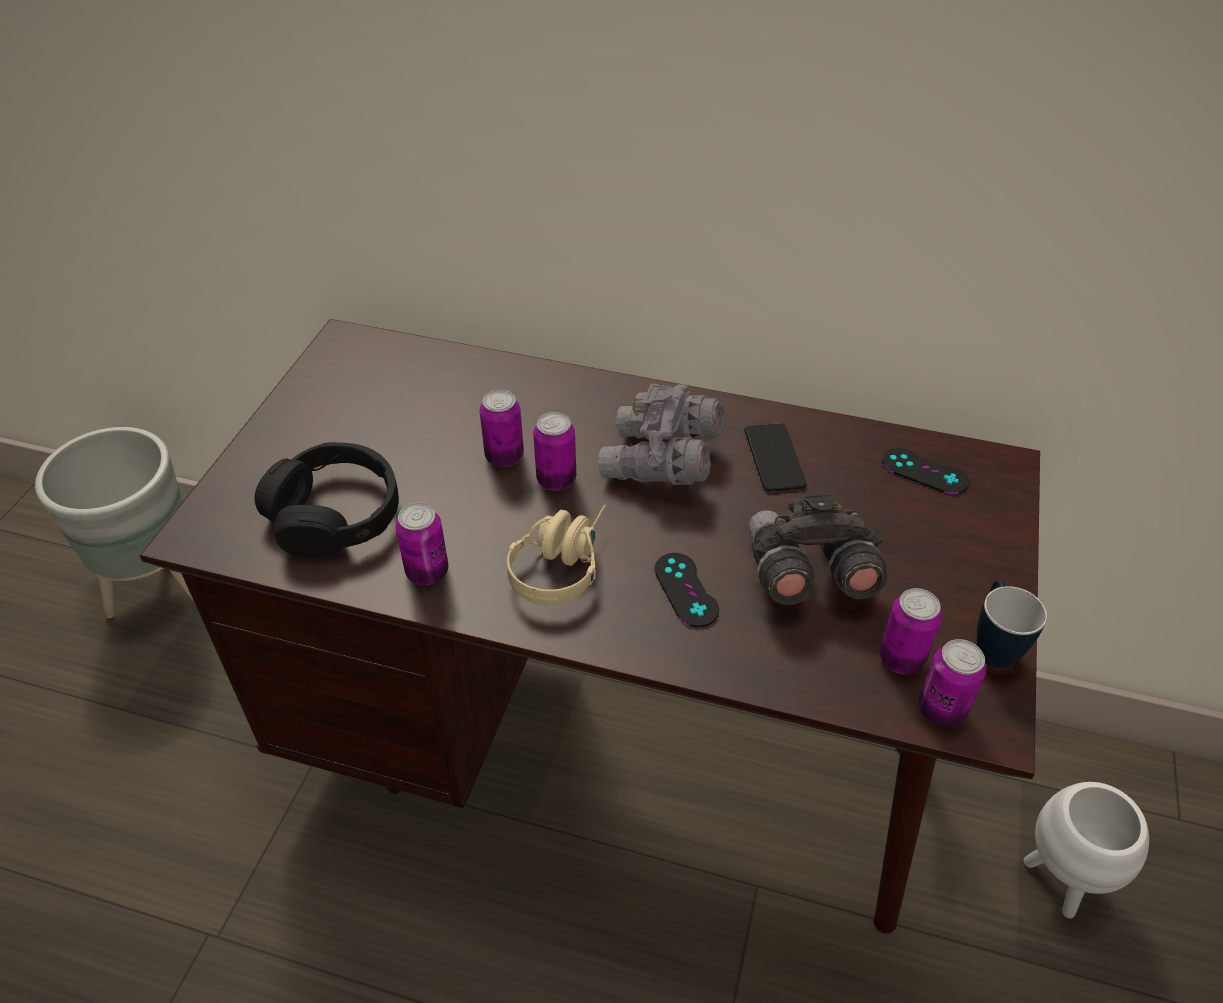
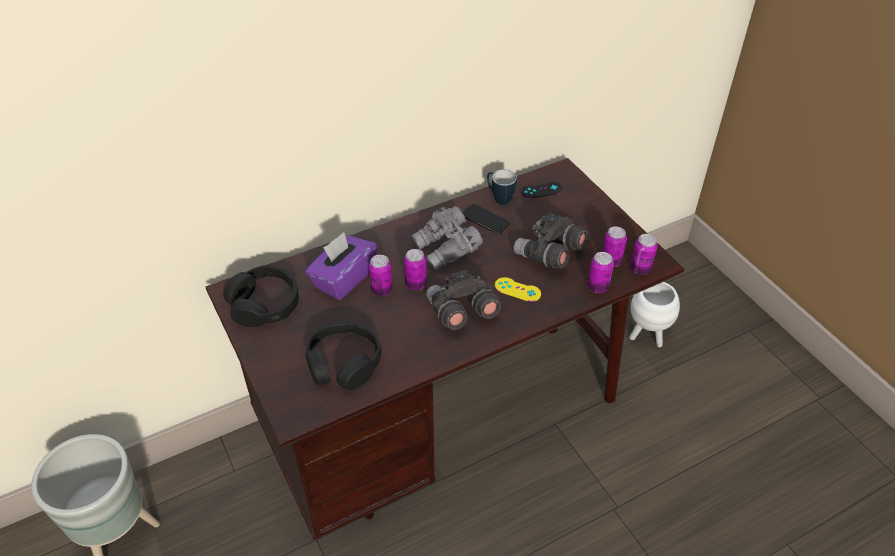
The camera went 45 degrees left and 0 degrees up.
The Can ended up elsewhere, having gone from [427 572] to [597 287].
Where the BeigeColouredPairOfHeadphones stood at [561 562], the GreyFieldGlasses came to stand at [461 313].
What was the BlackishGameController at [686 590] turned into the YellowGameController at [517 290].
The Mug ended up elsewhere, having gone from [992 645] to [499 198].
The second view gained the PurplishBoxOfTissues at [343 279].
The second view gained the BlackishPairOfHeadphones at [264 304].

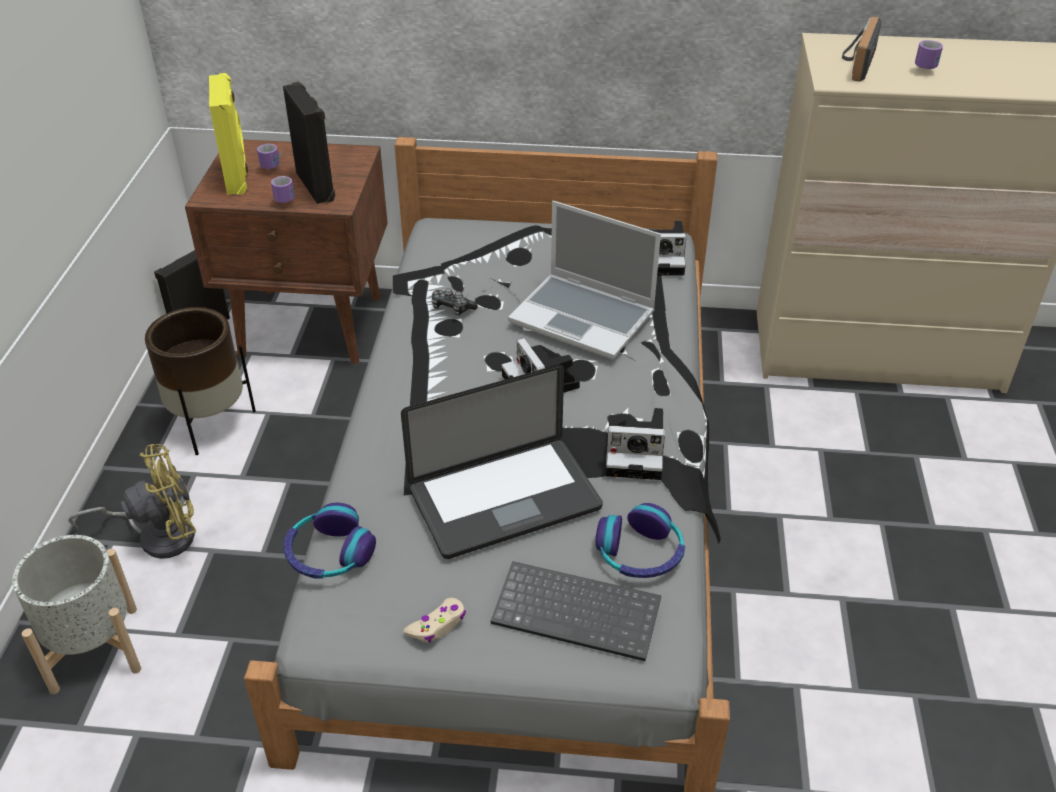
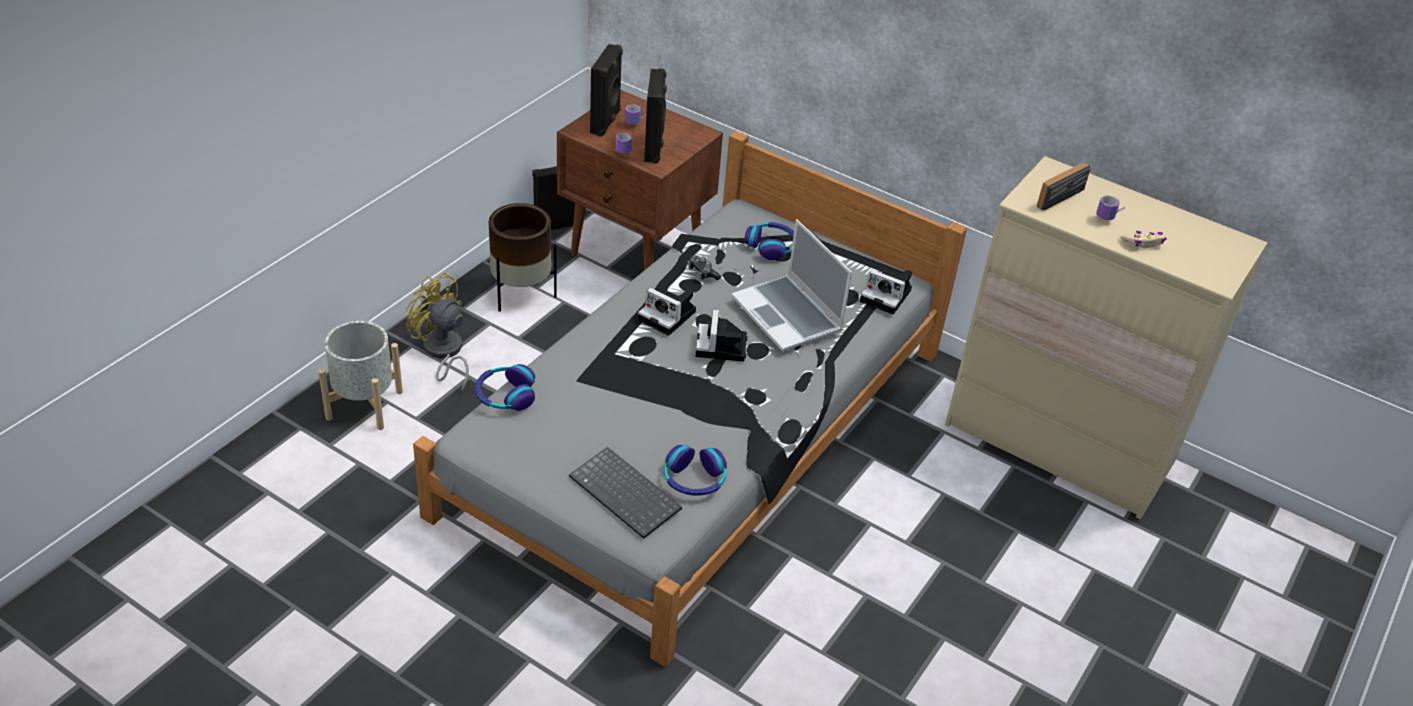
The camera went 25 degrees right and 0 degrees up.
What was the YellowLoudspeaker at [238 177] turned into the BlackishLoudspeaker at [606 122].
The second view lost the Laptop at [505 500].
The StillCamera ended up elsewhere, having gone from [637 453] to [669 316].
The YellowCoolingFan at [158 535] ended up facing another way, 150 degrees counterclockwise from before.
The BeigeColouredGameController ended up elsewhere, having gone from [437 625] to [1143 243].
The second view gained the PairOfHeadphones at [771 246].

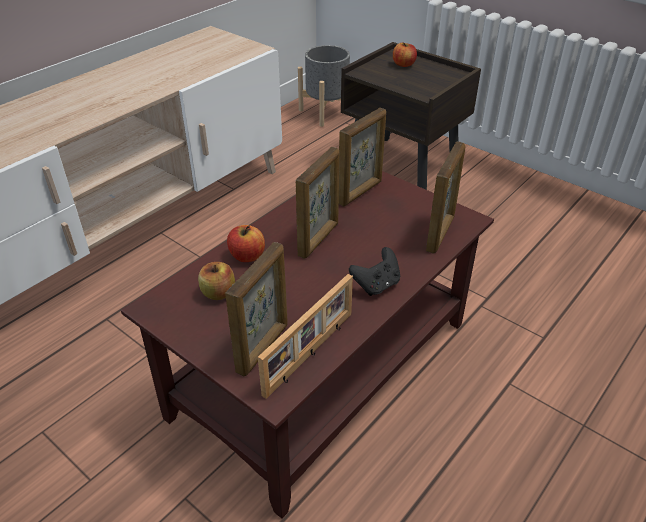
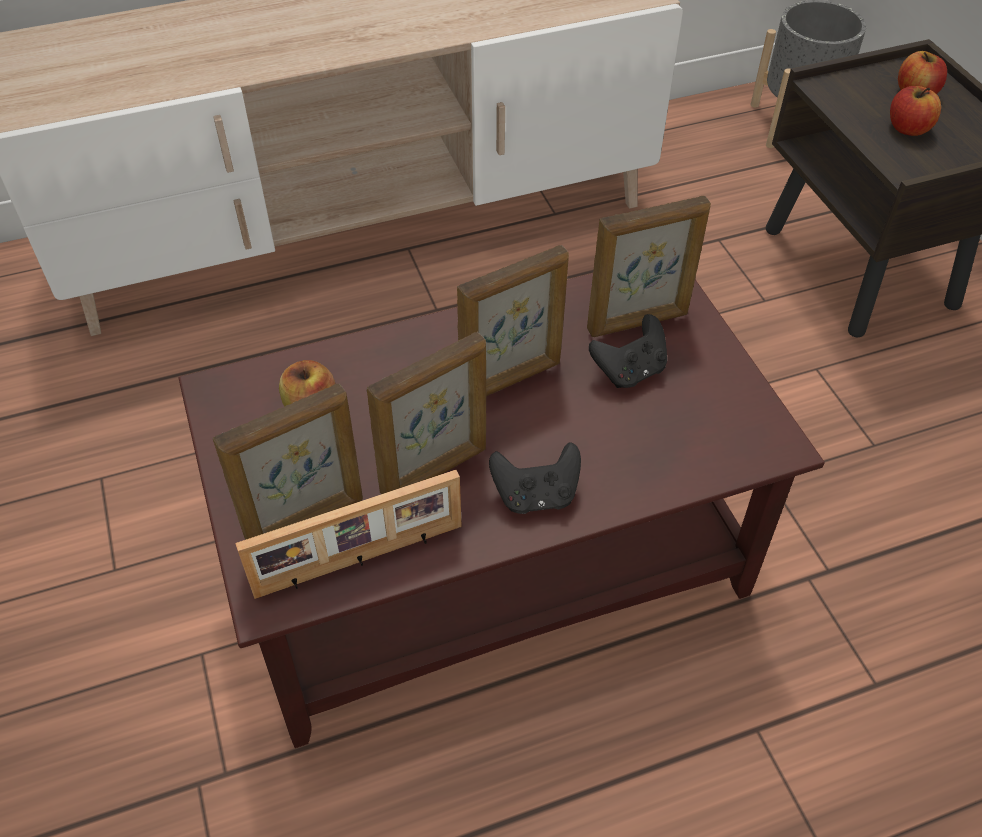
The camera went 30 degrees right and 10 degrees up.
The PictureFrame ended up elsewhere, having gone from [440 234] to [435 471].
The WholeApple ended up elsewhere, having gone from [247 256] to [908 128].
The second view gained the BlackishGameController at [629 371].

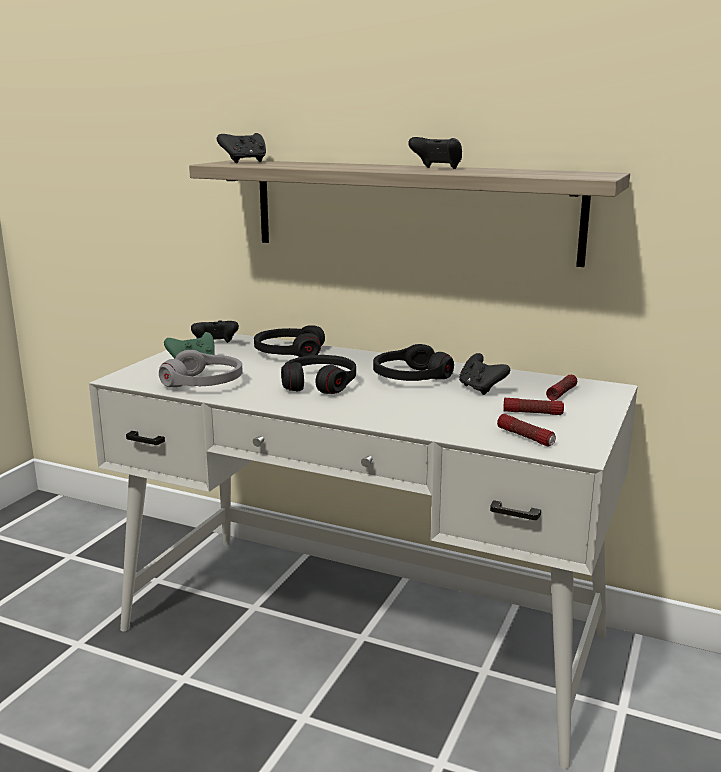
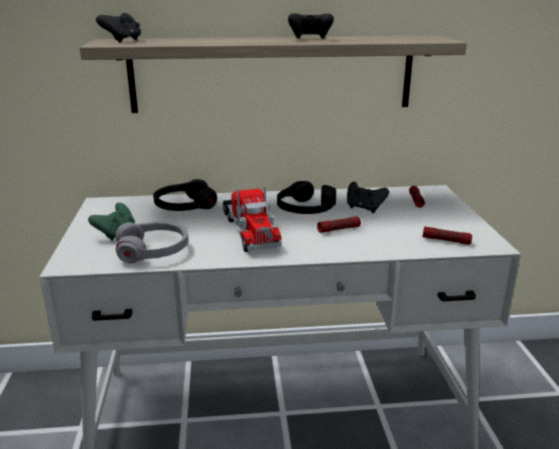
The camera went 30 degrees left and 5 degrees up.
The second view lost the BlackishGameController at [215 345].
Where the BlackishPairOfHeadphones stood at [319 384], the ModelTruck came to stand at [249 230].
The Torch ended up elsewhere, having gone from [532 413] to [339 229].

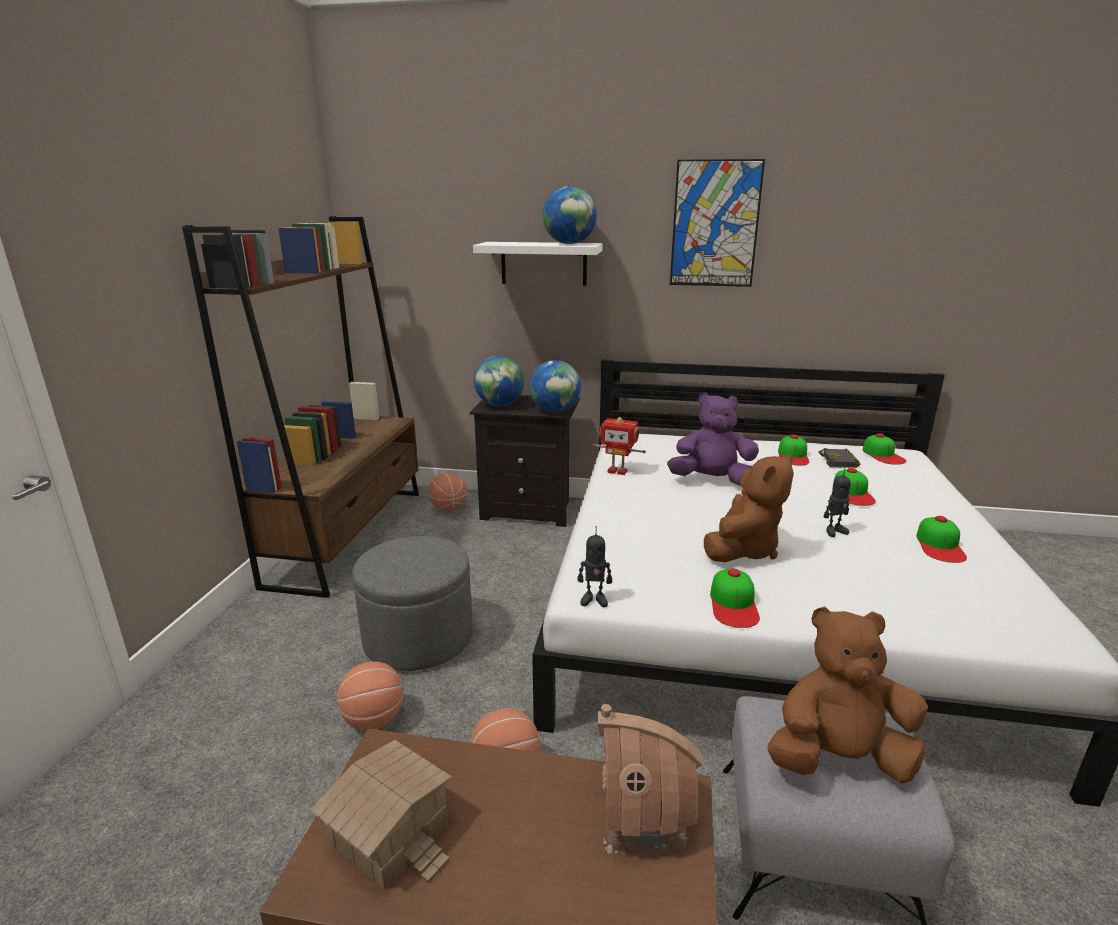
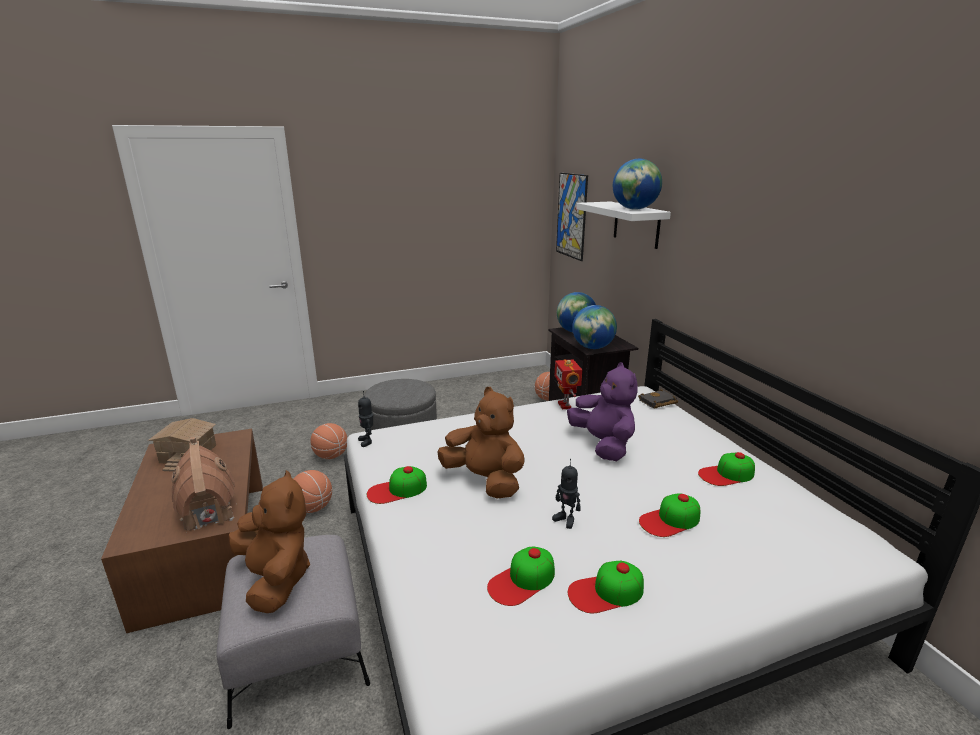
The camera went 60 degrees right and 0 degrees up.
The WallPicture ended up elsewhere, having gone from [715 224] to [571 216].
The second view lost the BrownishShelvingUnit at [349 535].
The Cap ended up elsewhere, having gone from [883 455] to [522 581].
The BlackishVolume ended up elsewhere, having gone from [840 462] to [657 402].
The BrownishPlushToy at [743 549] ended up facing another way, 150 degrees counterclockwise from before.

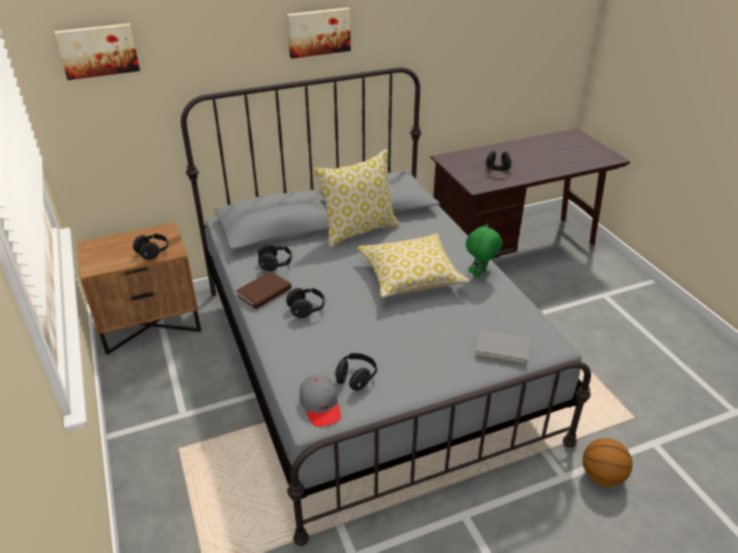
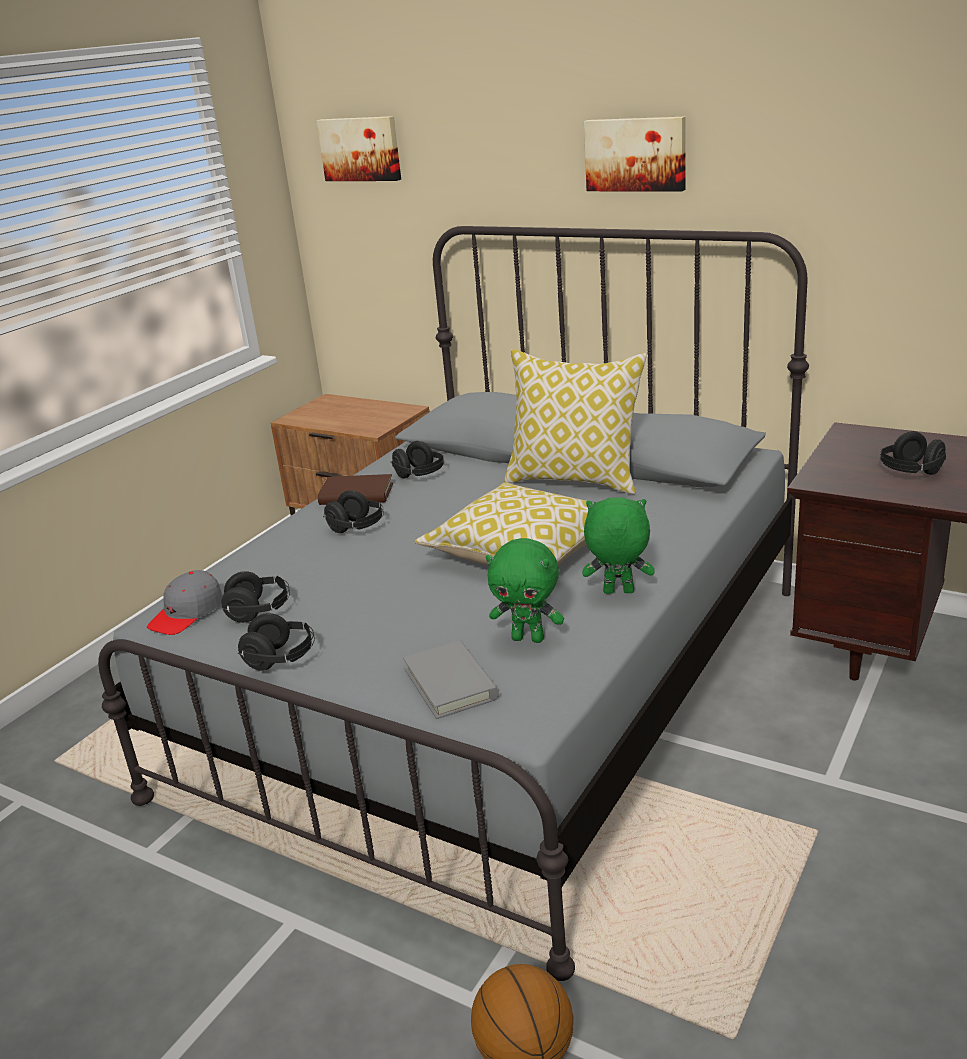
The camera went 55 degrees right and 10 degrees down.
The BlackishPairOfHeadphones ended up elsewhere, having gone from [153 252] to [281 659].
The second view gained the GreenColouredPlushToy at [528 638].

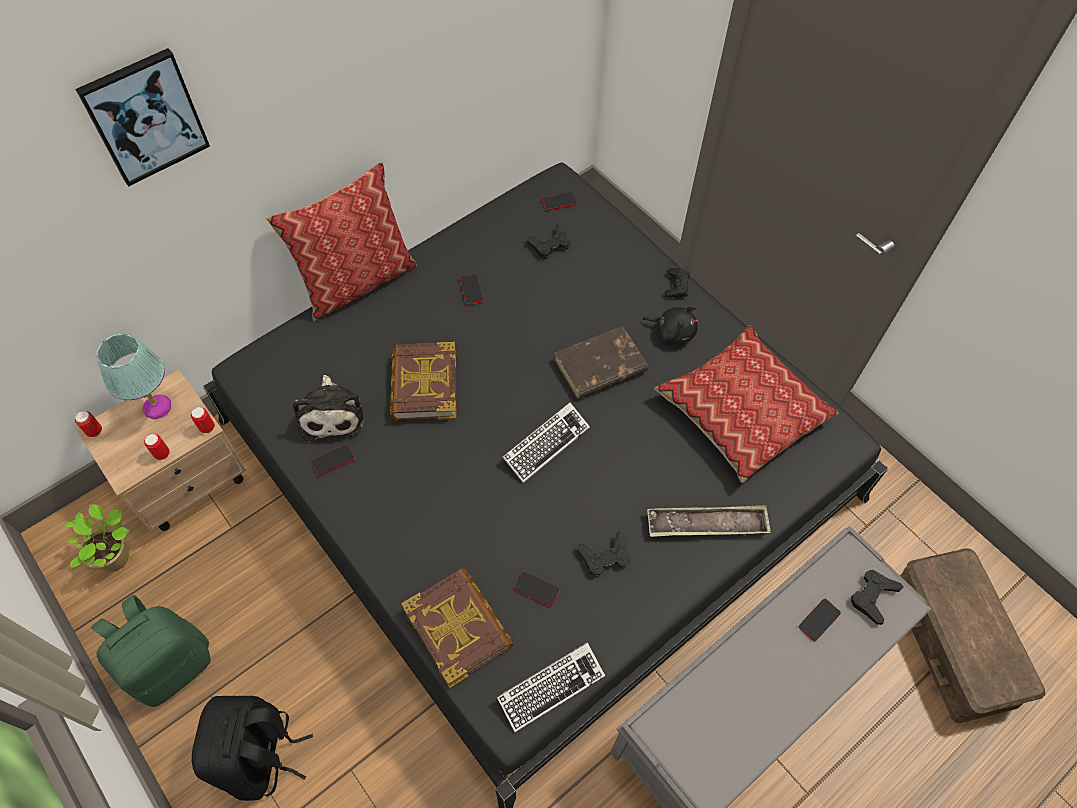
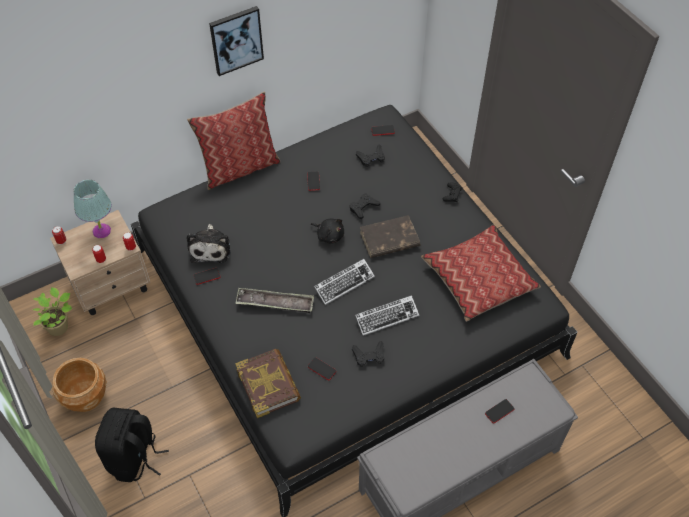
The camera went 10 degrees right and 5 degrees down.
The WallPicture ended up elsewhere, having gone from [145 117] to [236 40].
The BlackishPlushToy ended up elsewhere, having gone from [672 332] to [329 235].
The second view lost the Volume at [424 386].
The CarryingTray ended up elsewhere, having gone from [707 525] to [275 303].
The second view lost the BrownishStorageBox at [952 640].
The BlackishGameController ended up elsewhere, having gone from [873 597] to [363 207].
Where the GreenColouredBackpack stood at [171 664], the BrownishFlowerPot came to stand at [85 396].
The PcKeyboard ended up elsewhere, having gone from [550 687] to [386 317].

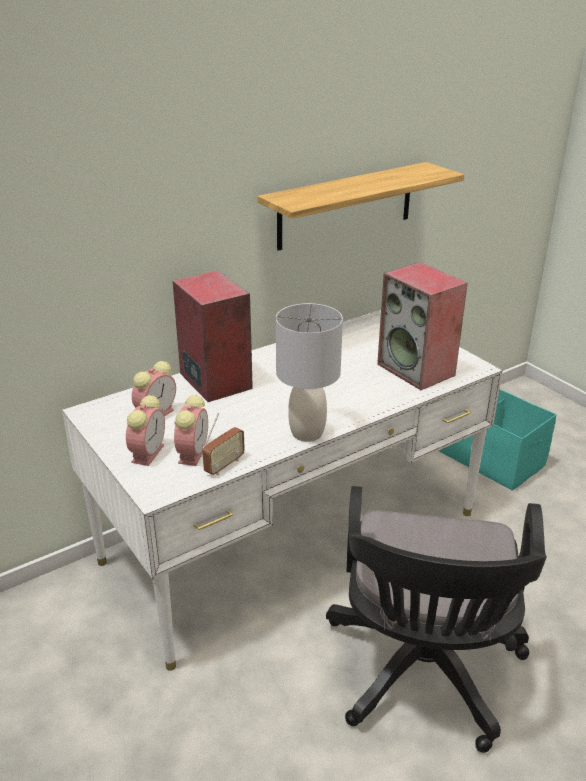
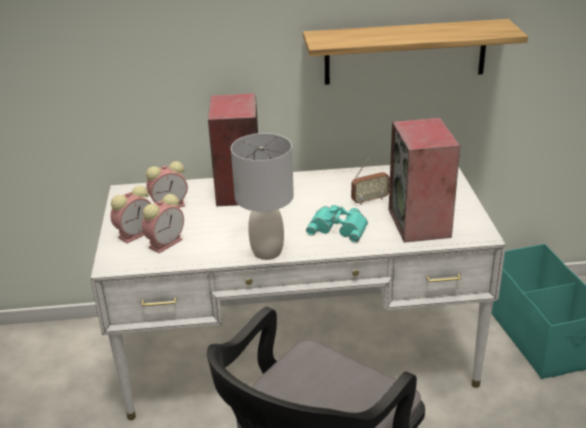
The camera went 30 degrees right and 0 degrees up.
The RadioSet ended up elsewhere, having gone from [224 465] to [369 200].
The second view gained the BlueGreenFieldGlasses at [339 227].

